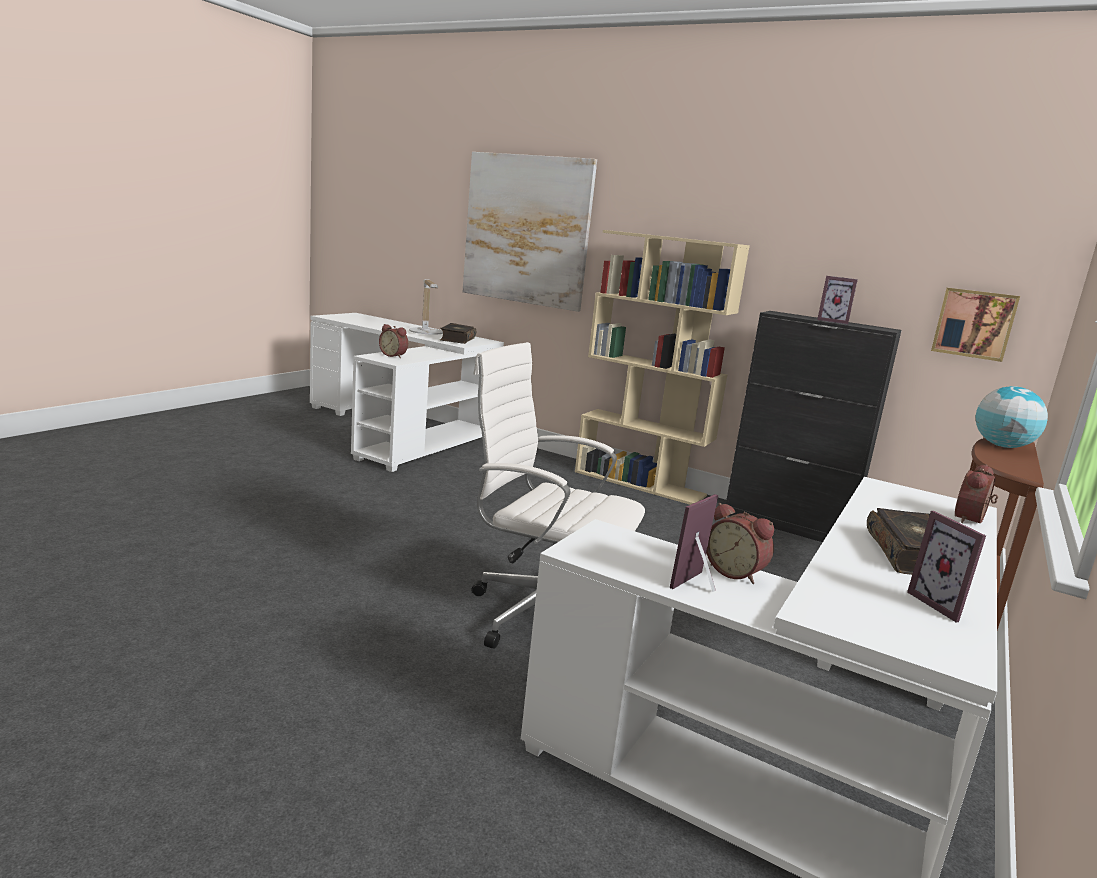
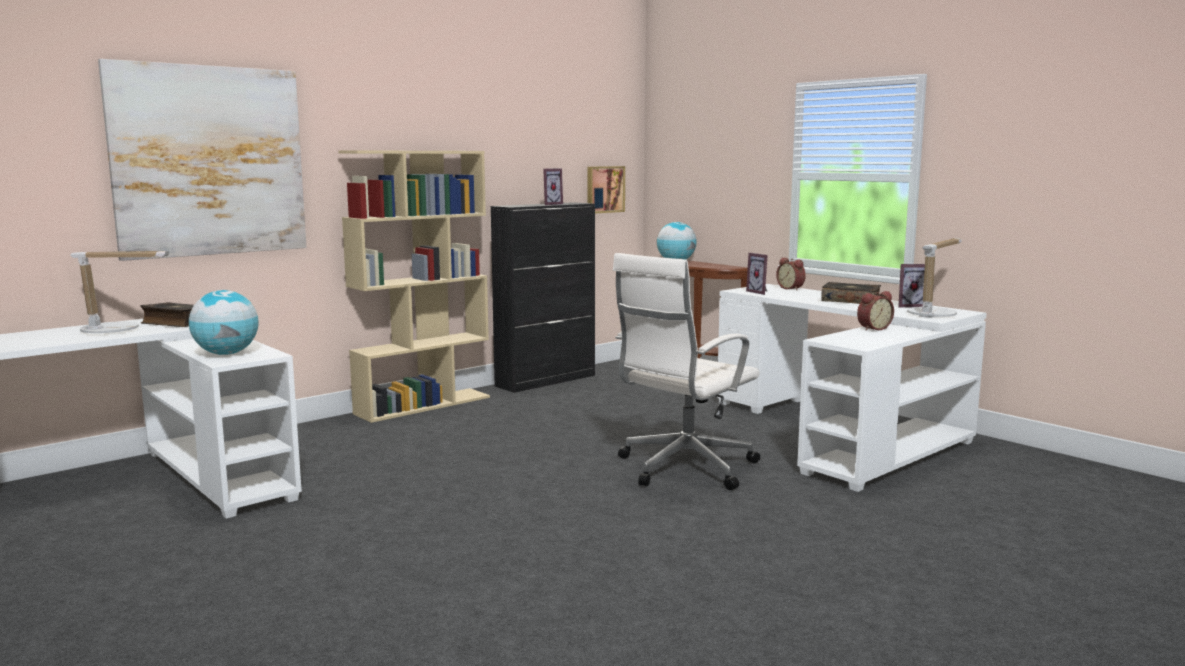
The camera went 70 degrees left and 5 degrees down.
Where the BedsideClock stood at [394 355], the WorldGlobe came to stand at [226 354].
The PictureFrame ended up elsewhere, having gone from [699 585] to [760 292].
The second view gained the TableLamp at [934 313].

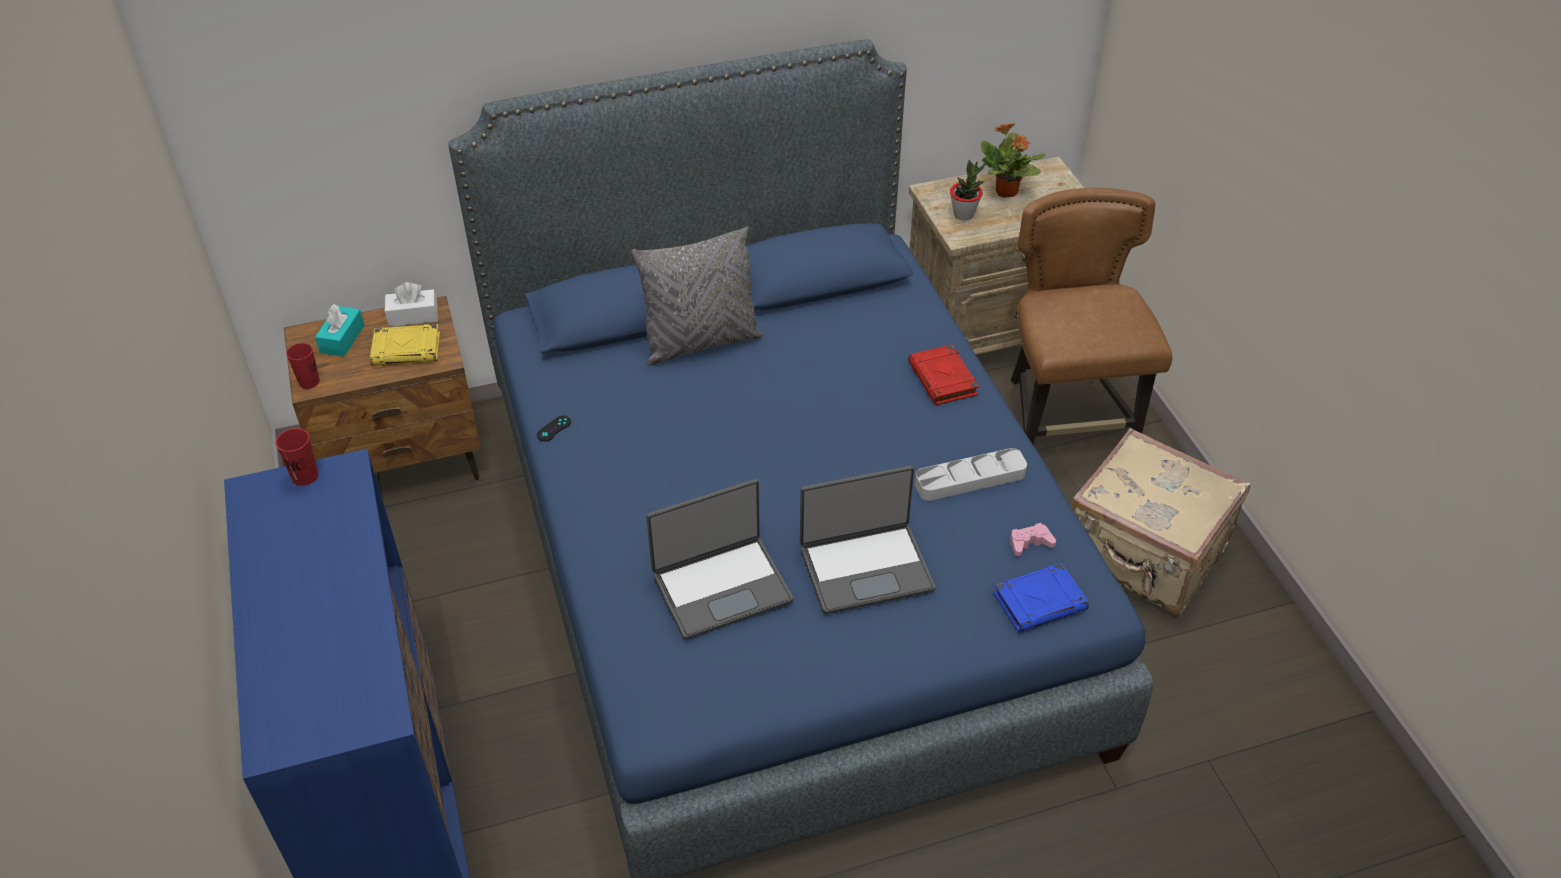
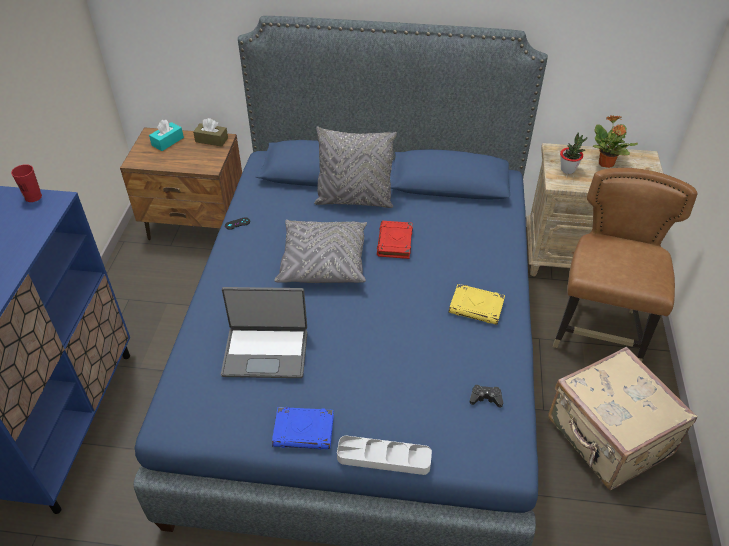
The camera went 25 degrees right and 0 degrees up.
What was the WhitishBoxOfTissues at [413 316] turned into the BrownishBoxOfTissues at [211 140].
The YellowVolume ended up elsewhere, having gone from [407 349] to [477 307].
The second view lost the ReddishCup at [309 382].
The ReddishVolume ended up elsewhere, having gone from [943 379] to [395 243].
The GreyCarryingTray ended up elsewhere, having gone from [970 479] to [384 458].
The second view lost the Laptop at [865 567].
What was the PinkColouredGameController at [1030 543] turned into the BlackishGameController at [485 398].
The BlueVolume ended up elsewhere, having gone from [1040 601] to [304 431].
The second view gained the GreyPillow at [323 262].

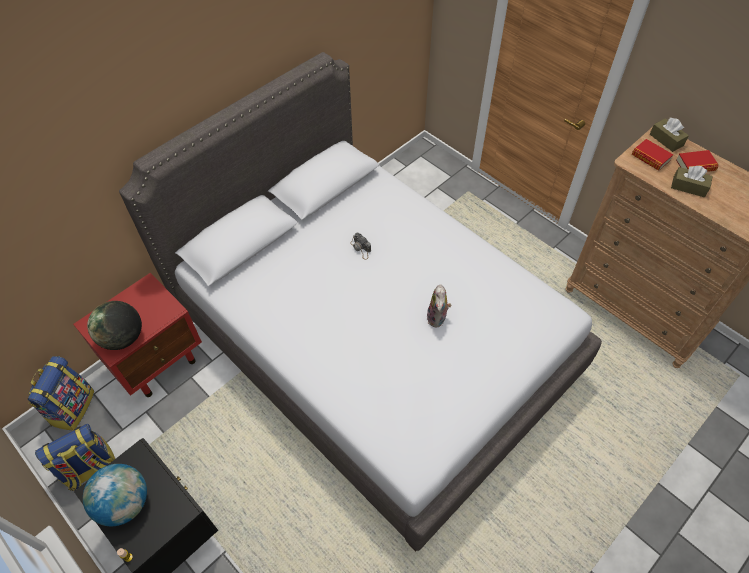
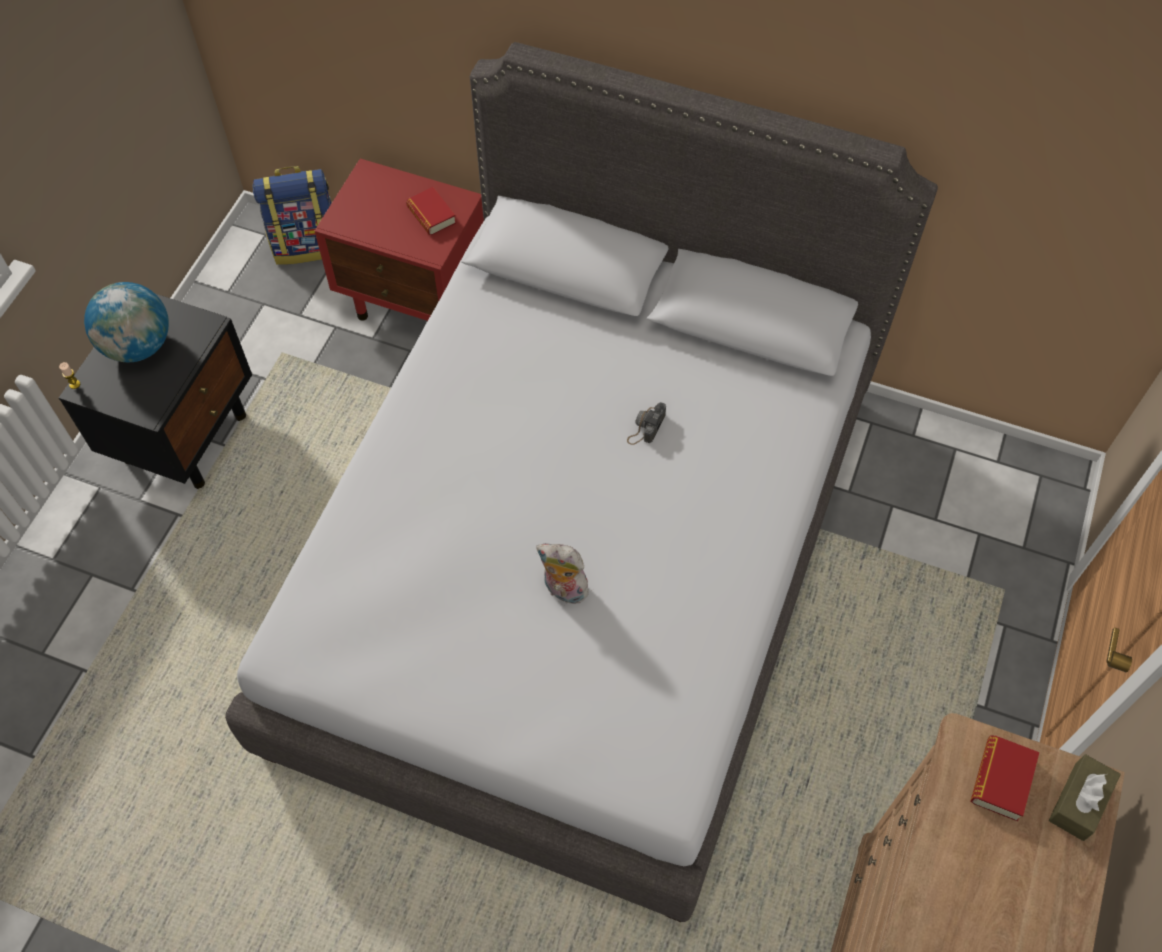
The camera went 65 degrees right and 5 degrees up.
The Volume ended up elsewhere, having gone from [695 165] to [431 215].
The second view lost the BrownishBoxOfTissues at [688 187].
The PlushToy at [438 318] ended up facing another way, 45 degrees clockwise from before.
The second view lost the WorldGlobe at [123 338].
The second view lost the Backpack at [90 469].

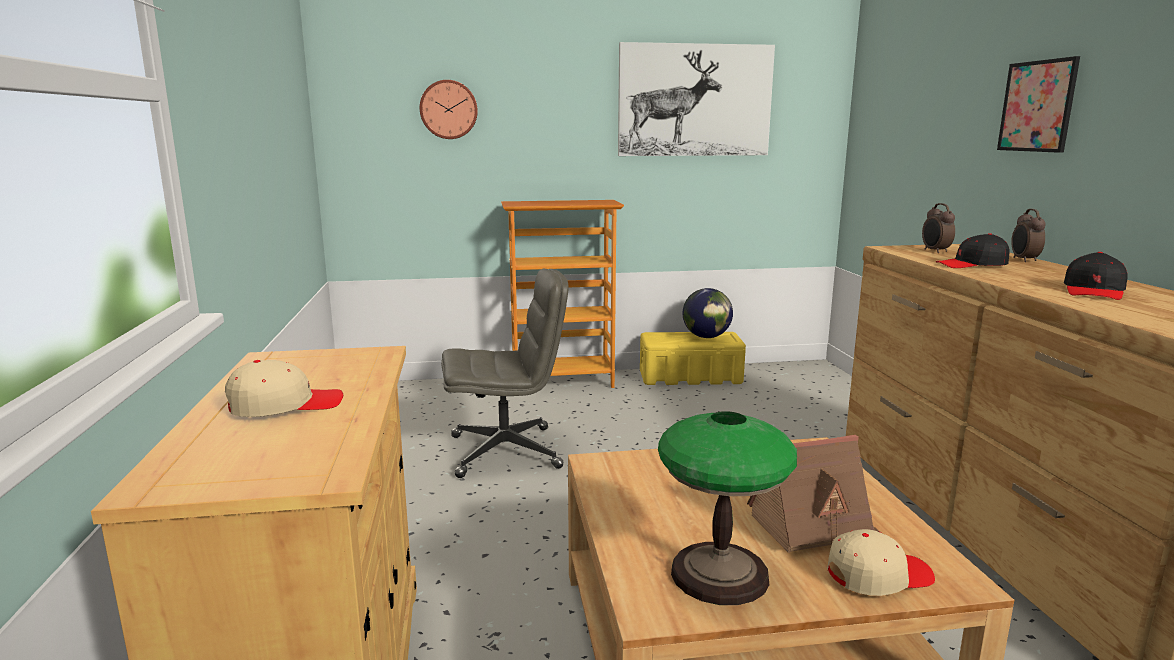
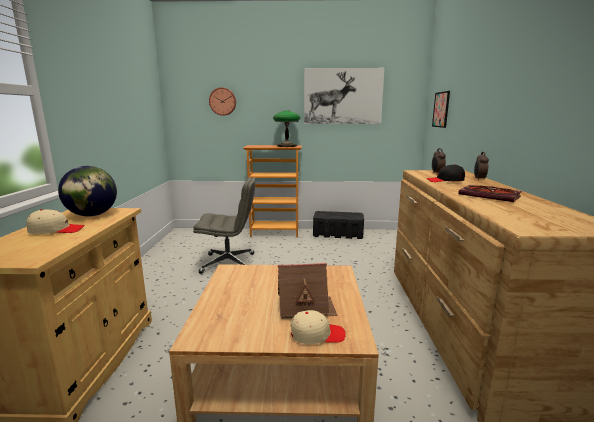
The camera went 10 degrees right and 0 degrees up.
The WallPicture ended up elsewhere, having gone from [1037 106] to [441 109].
Where the BlackishCap stood at [1094 291], the Volume came to stand at [491 196].
The WorldGlobe ended up elsewhere, having gone from [706 337] to [92 215].
What was the YellowStorageBox at [691 377] turned into the BlackishStorageBox at [338 234].
The TableLamp ended up elsewhere, having gone from [719 575] to [286 146].

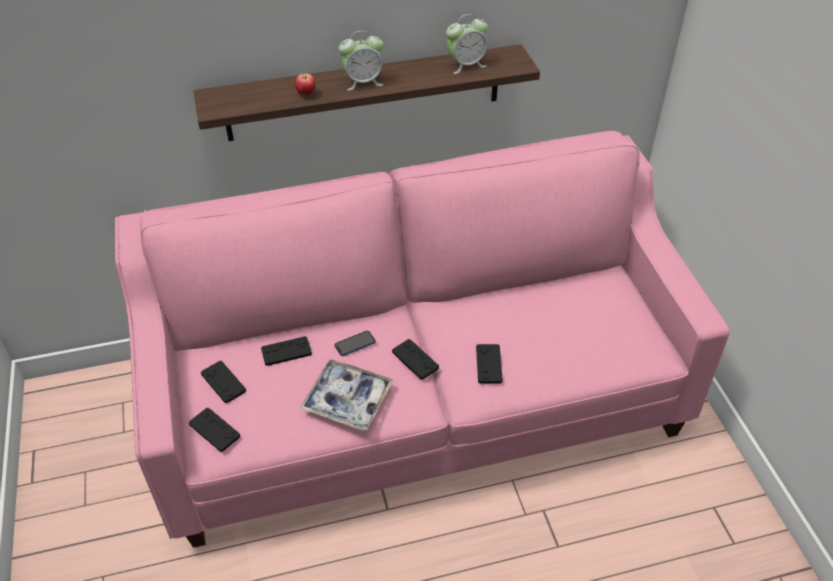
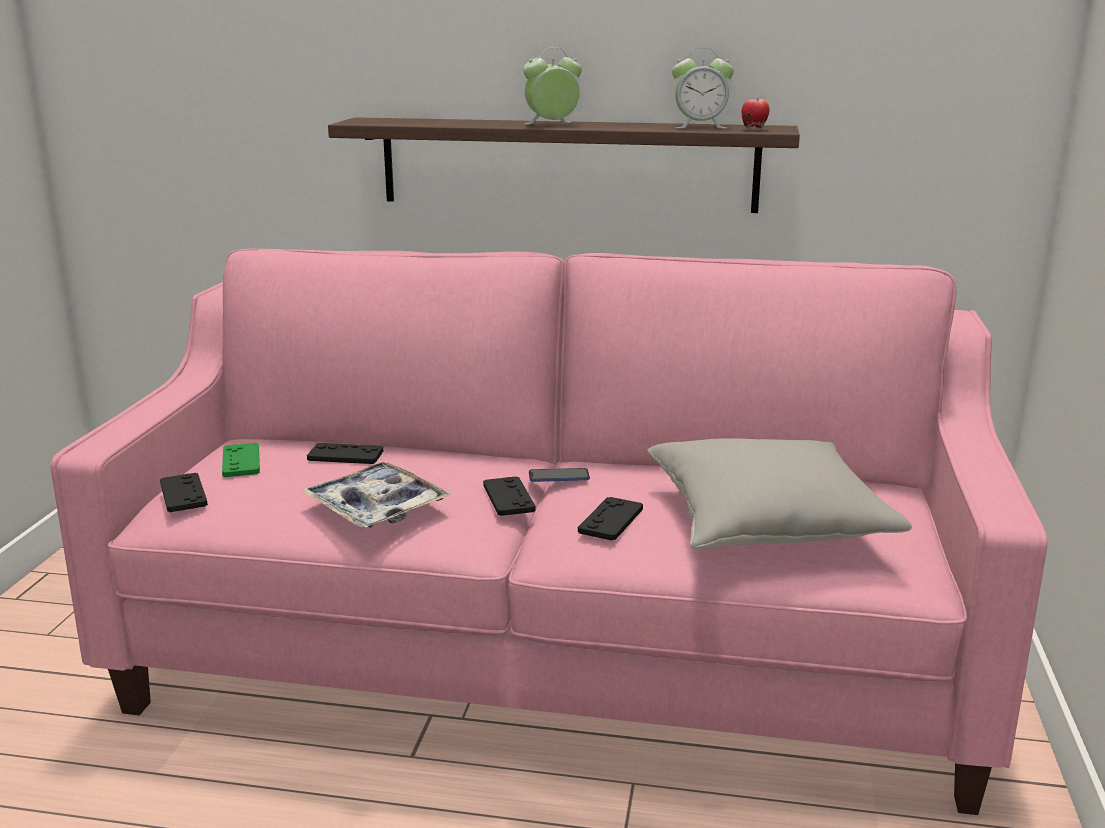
The camera went 25 degrees right and 25 degrees down.
The BedsideClock at [363 82] ended up facing another way, 150 degrees clockwise from before.
The WholeApple ended up elsewhere, having gone from [306 94] to [754 129].
The Handset ended up elsewhere, having gone from [355 344] to [558 477].
What was the BlackishGameController at [223 382] turned into the GreenColouredGameController at [241 461].
The second view gained the GreyPillow at [766 522].

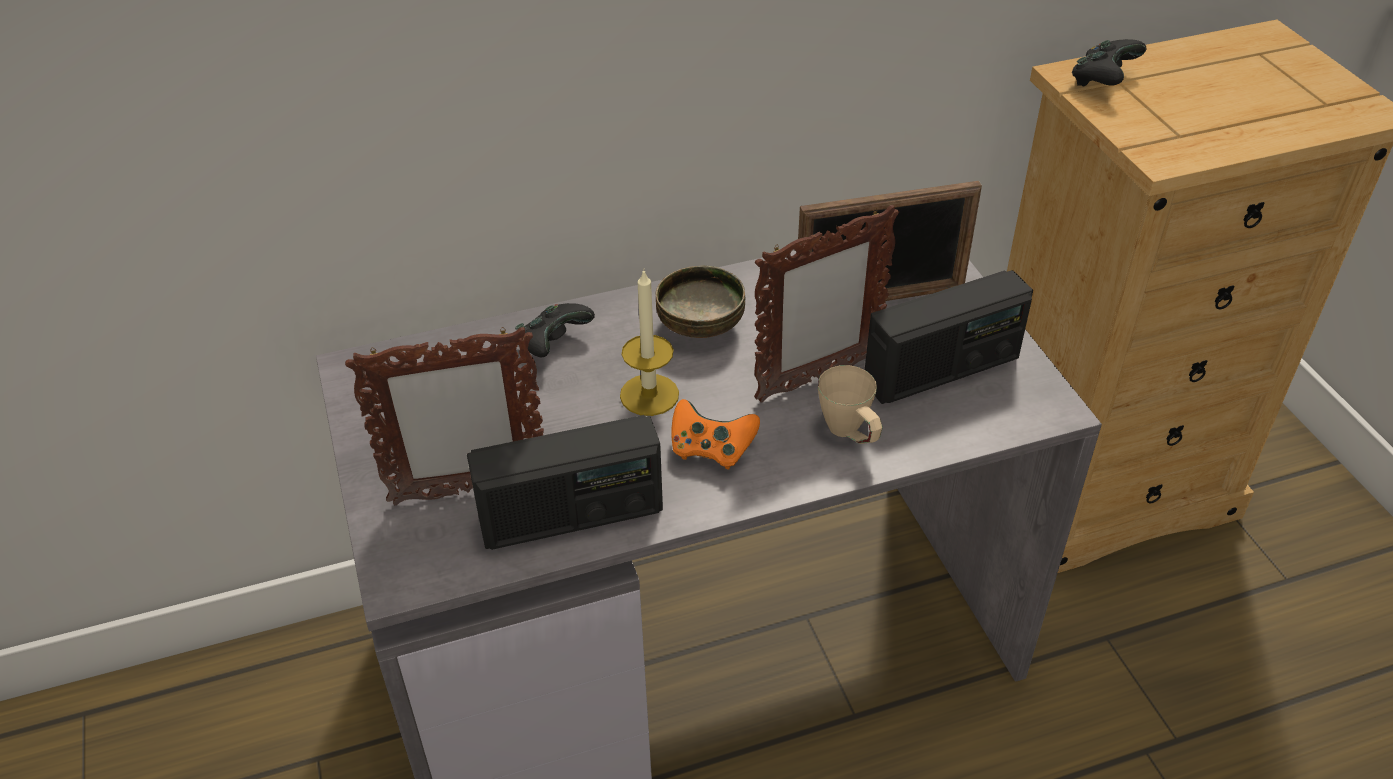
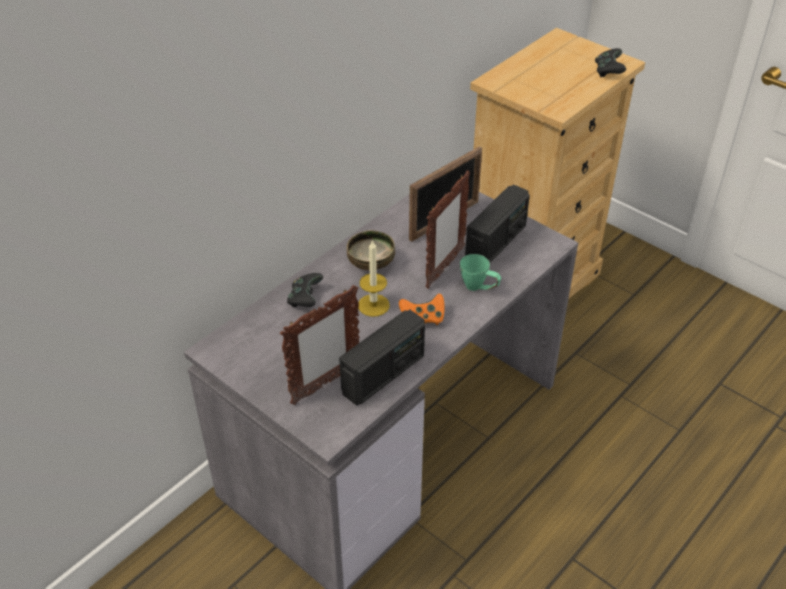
The camera went 30 degrees left and 0 degrees up.
The BlackishGameController ended up elsewhere, having gone from [1102 81] to [608 71].
What was the BeigeColouredMug at [850 436] turned into the GreenColouredMug at [479 288].

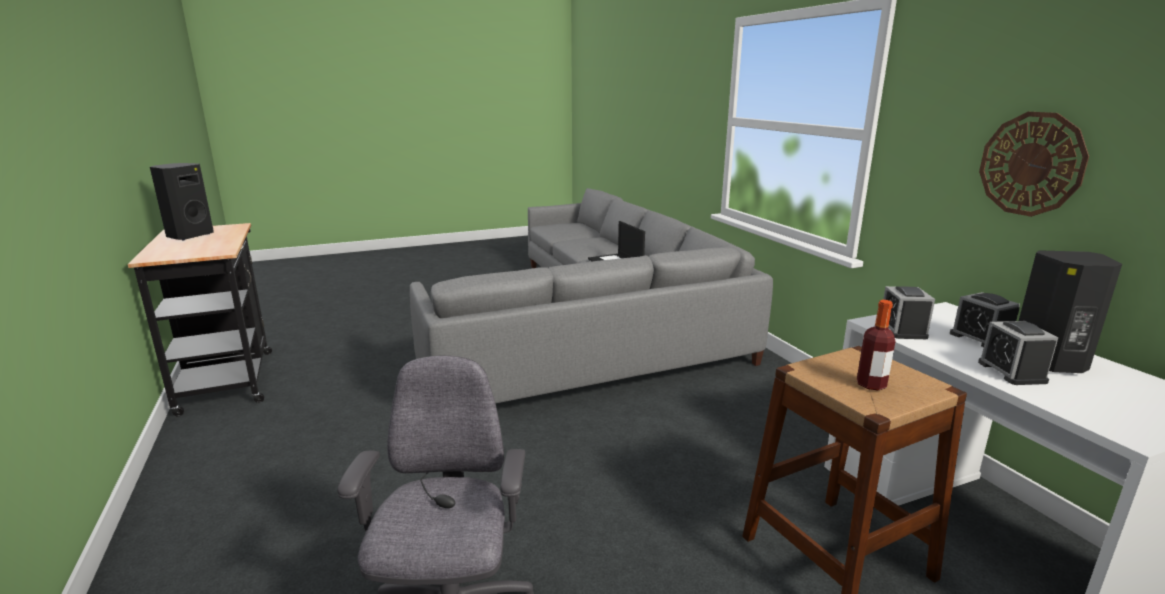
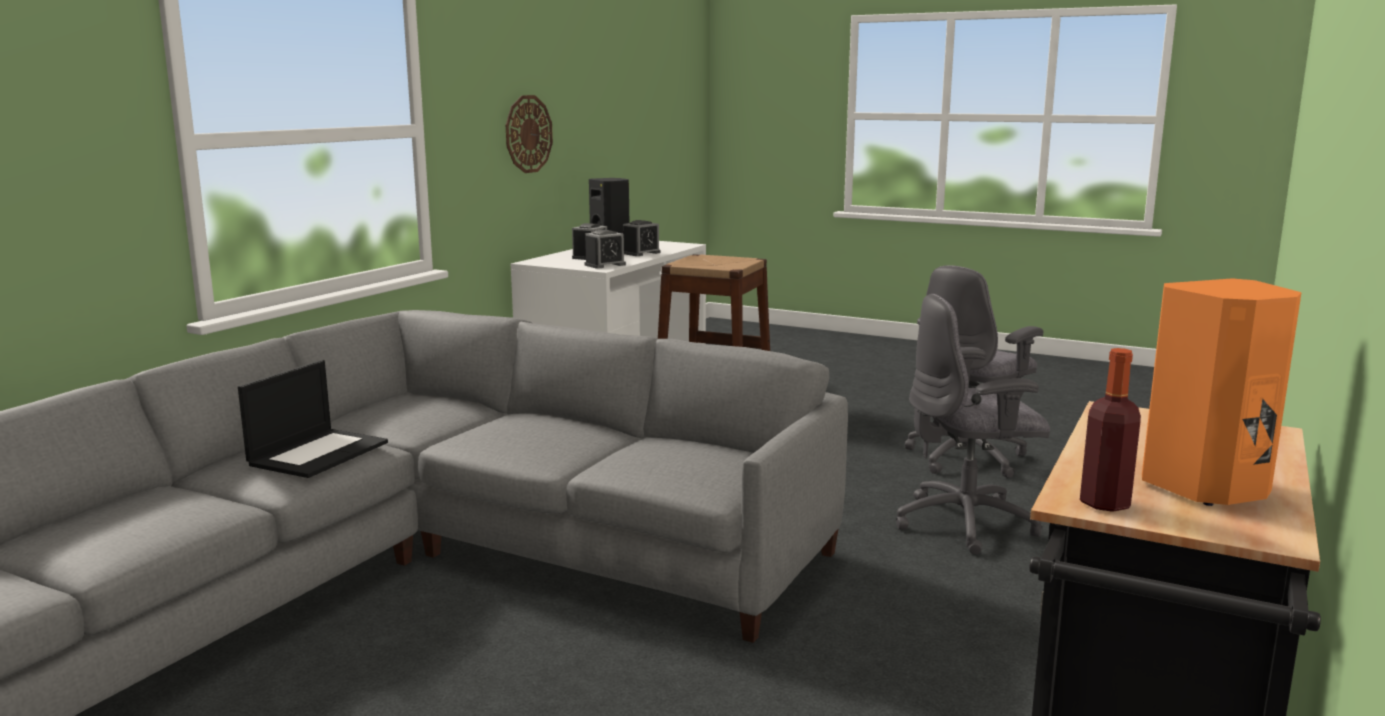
The camera went 130 degrees left and 5 degrees down.
What was the BlackishLoudspeaker at [189 236] turned into the OrangeColouredLoudspeaker at [1208 489].
The BeverageBottle ended up elsewhere, having gone from [871 385] to [1104 503].
The second view gained the GreyOfficeChair at [967 524].

